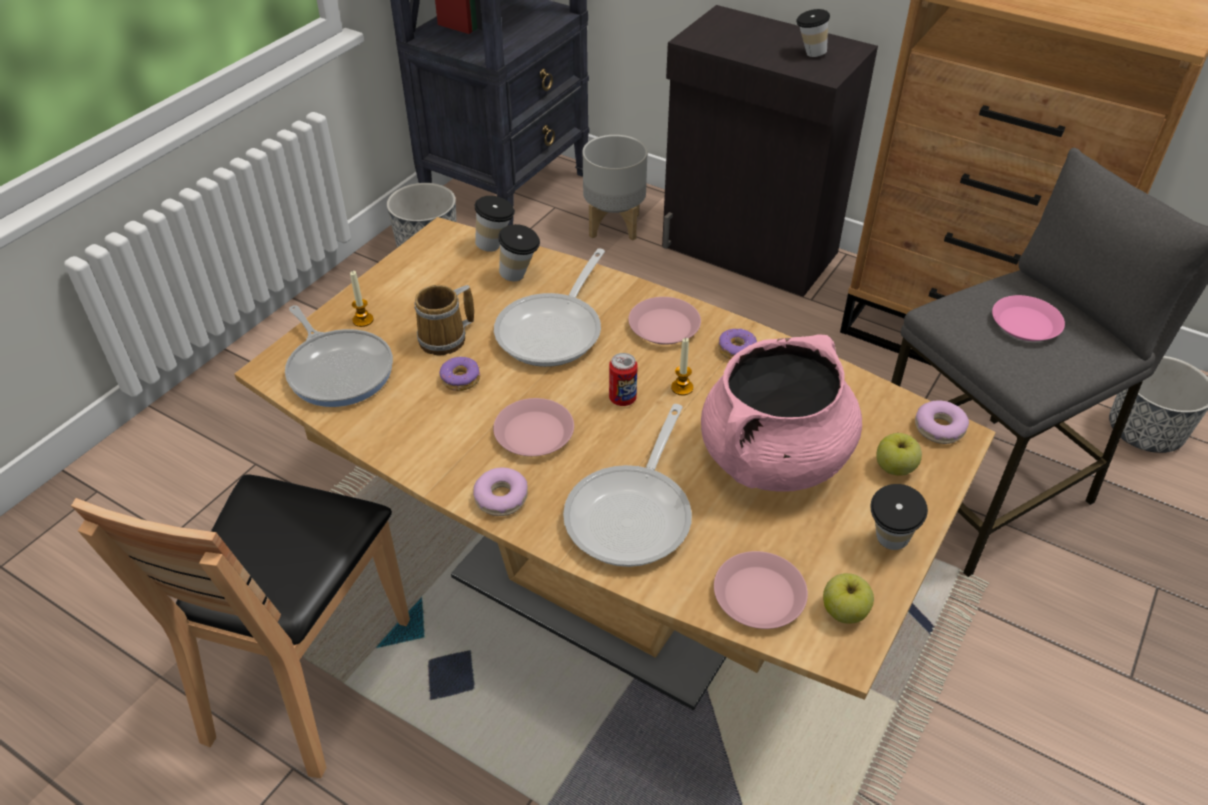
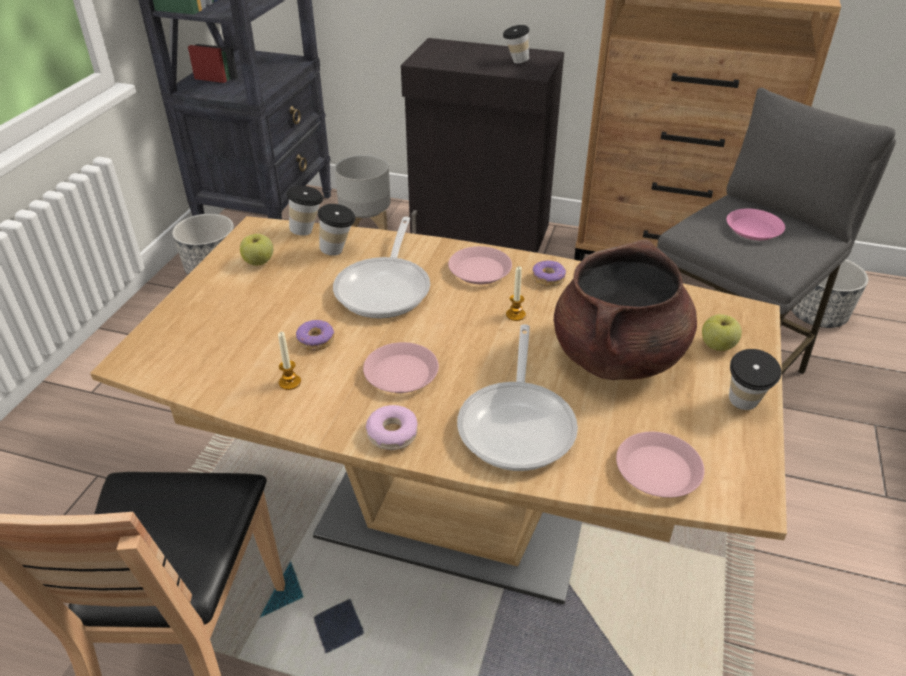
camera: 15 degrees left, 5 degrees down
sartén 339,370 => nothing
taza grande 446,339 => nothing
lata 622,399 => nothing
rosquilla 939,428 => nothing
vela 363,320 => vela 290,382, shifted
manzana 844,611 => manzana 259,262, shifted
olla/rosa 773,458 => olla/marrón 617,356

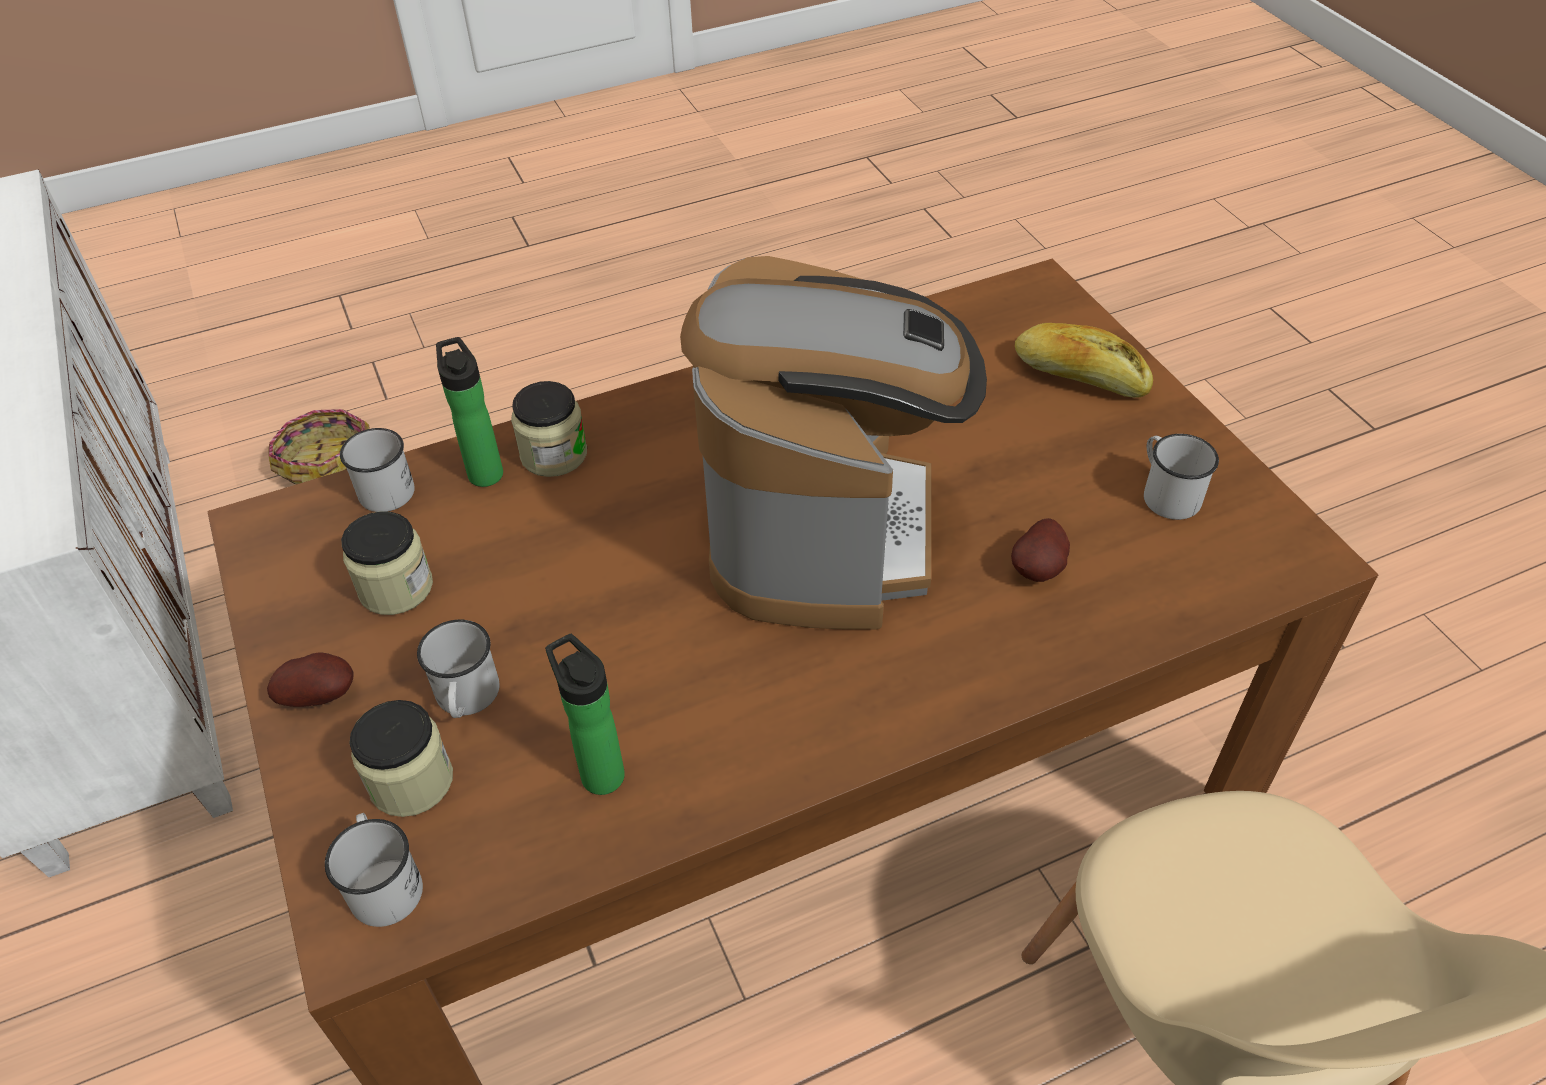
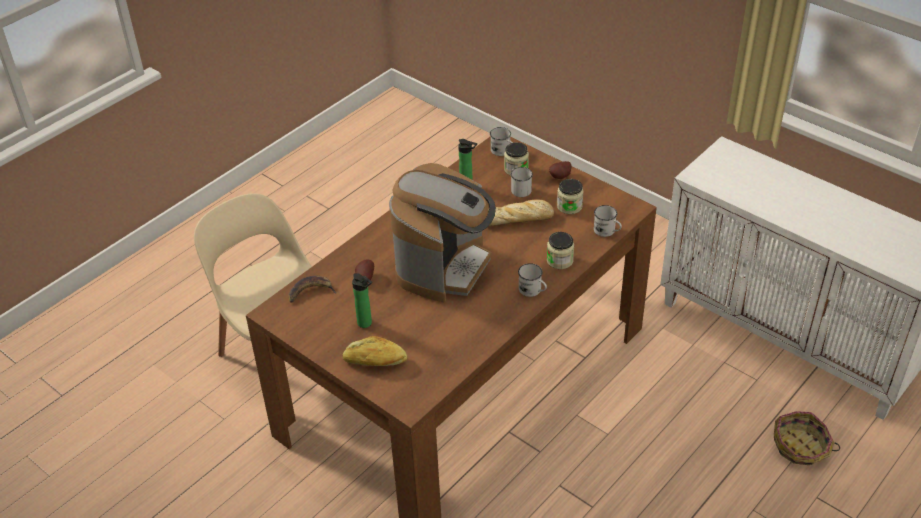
camera: 155 degrees right, 5 degrees down
nothing => plátano 311,292
nothing => pan 519,219
botella 484,471 => botella 366,324, shifted
taza grande/blanco 1166,493 => taza grande/blanco 533,291, shifted
cafetera 825,531 => cafetera 444,267, 135 degrees counterclockwise

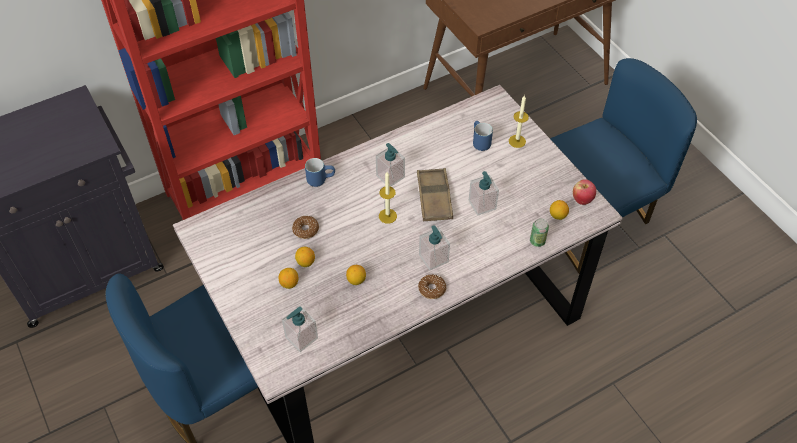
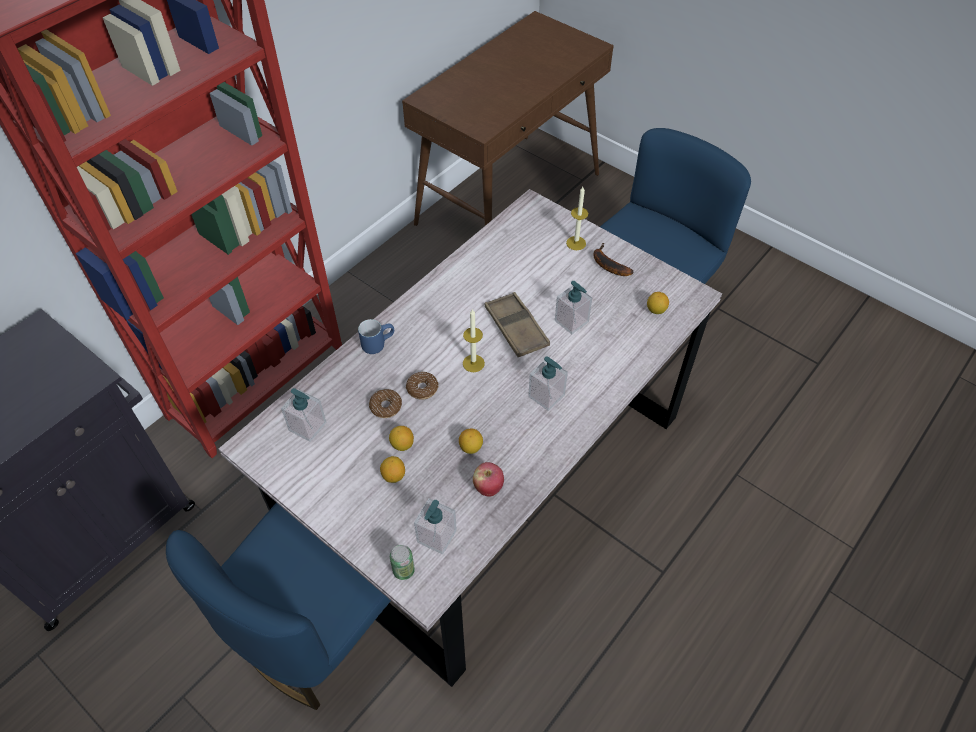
camera: 20 degrees left, 0 degrees up
taza grande/azul 478,142 => nothing
nothing => plátano 607,264
dispensador de jabón 390,176 => dispensador de jabón 308,426, shifted
rosquilla 432,289 => rosquilla 422,388, shifted
lata 537,241 => lata 403,570, shifted
manzana 582,199 => manzana 488,487, shifted

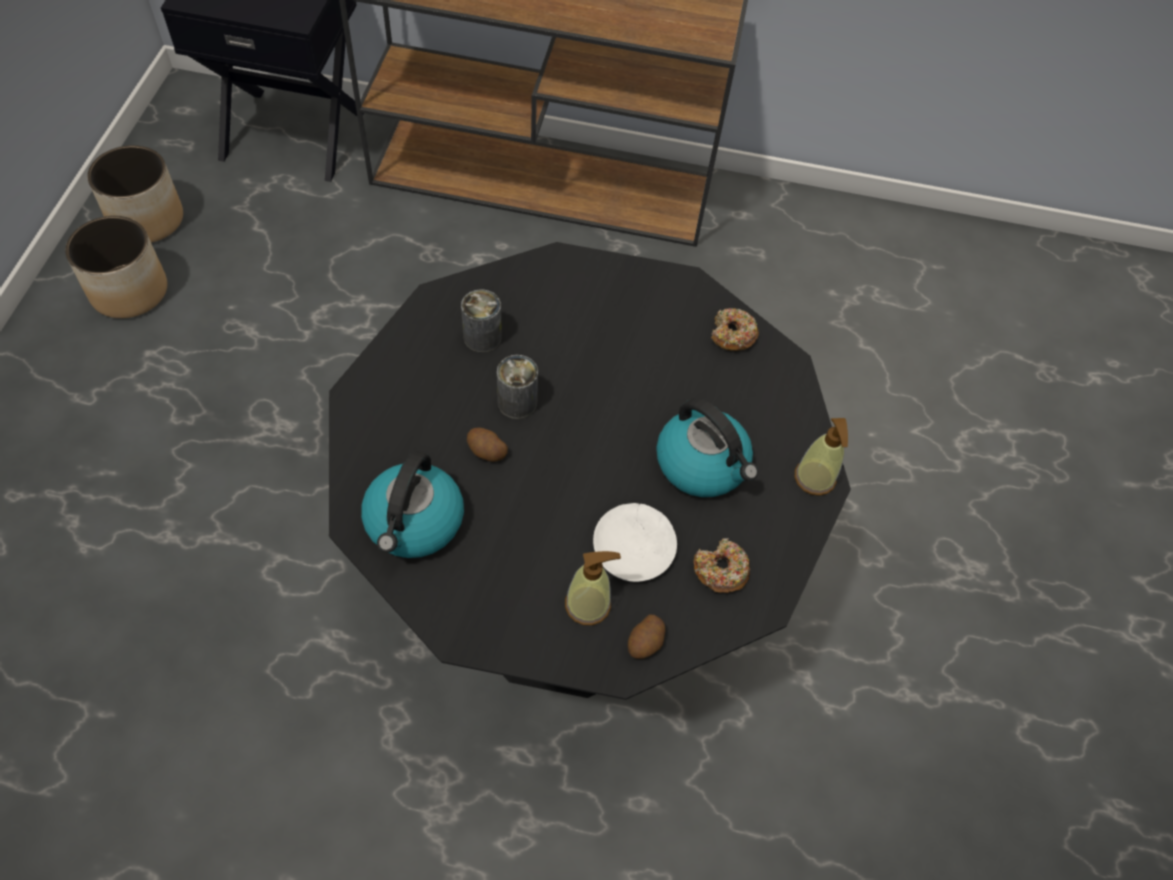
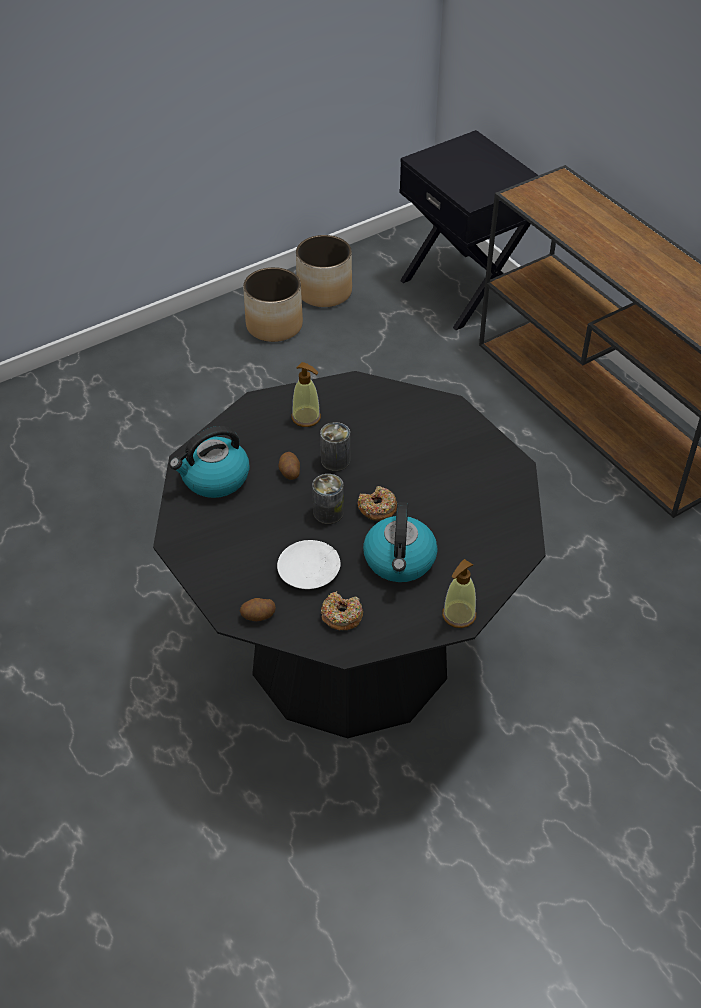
camera: 50 degrees right, 10 degrees down
lata 482,337 => lata 328,512, shifted
dispensador de jabón 588,604 => dispensador de jabón 306,417, shifted
rosquilla 732,335 => rosquilla 377,508, shifted

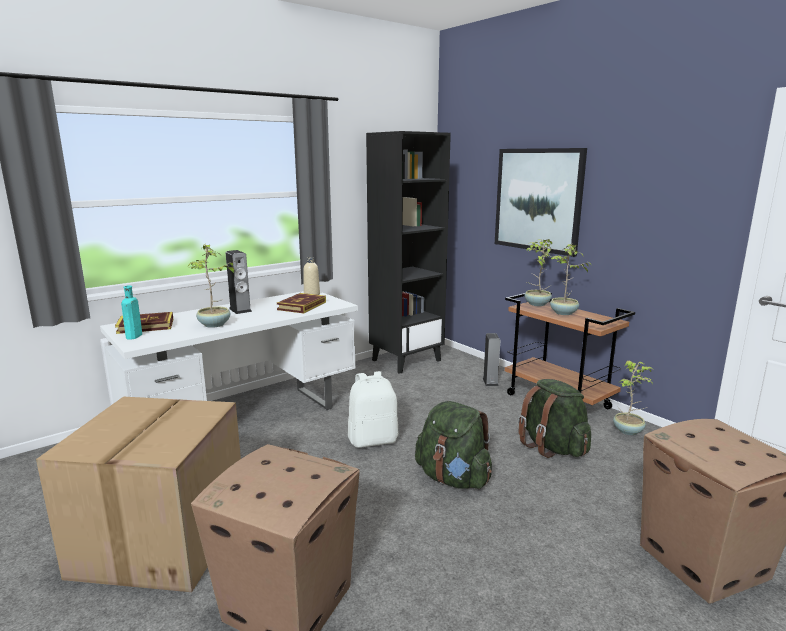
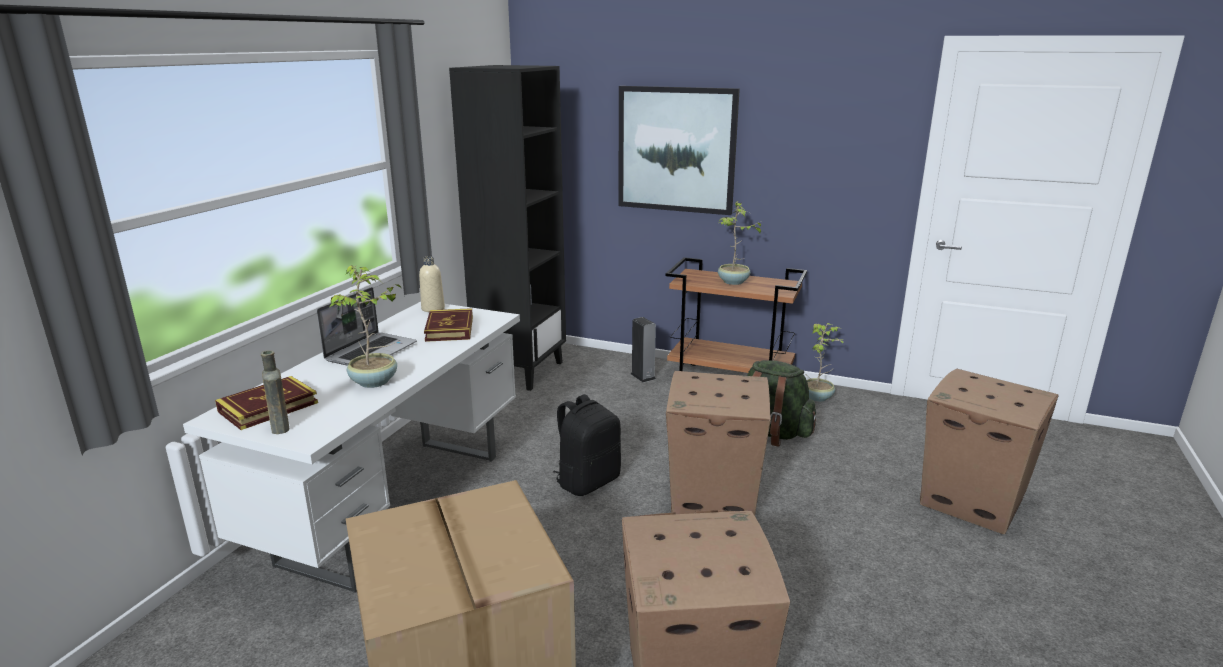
camera: 30 degrees left, 5 degrees up
planta en maceta 536,304 => nothing
altavoz 240,310 => portátil 371,351
mochila/verde 453,478 => caja de cartón 714,497
botella/turquesa 133,337 => botella/marrón 280,428
mochila/blanco 373,440 => mochila/negro 588,481

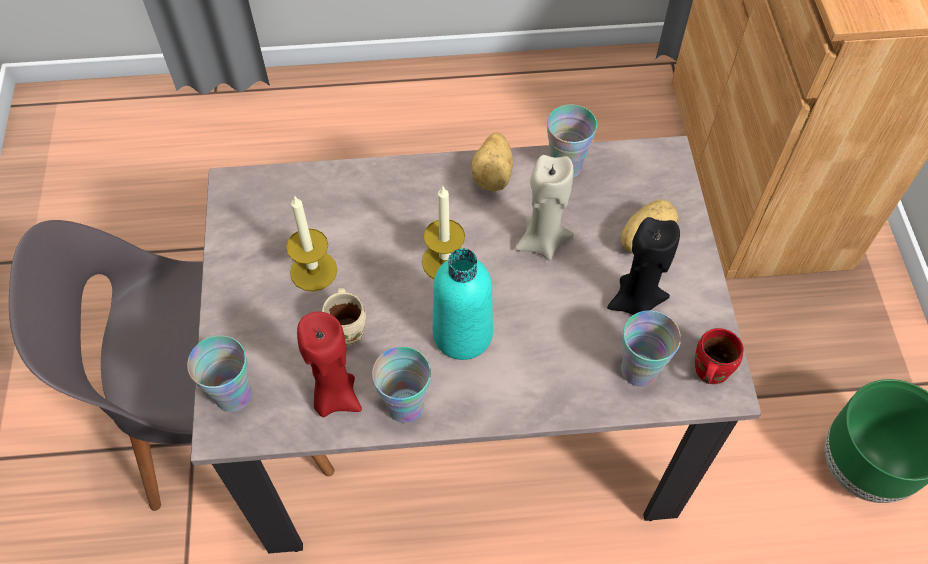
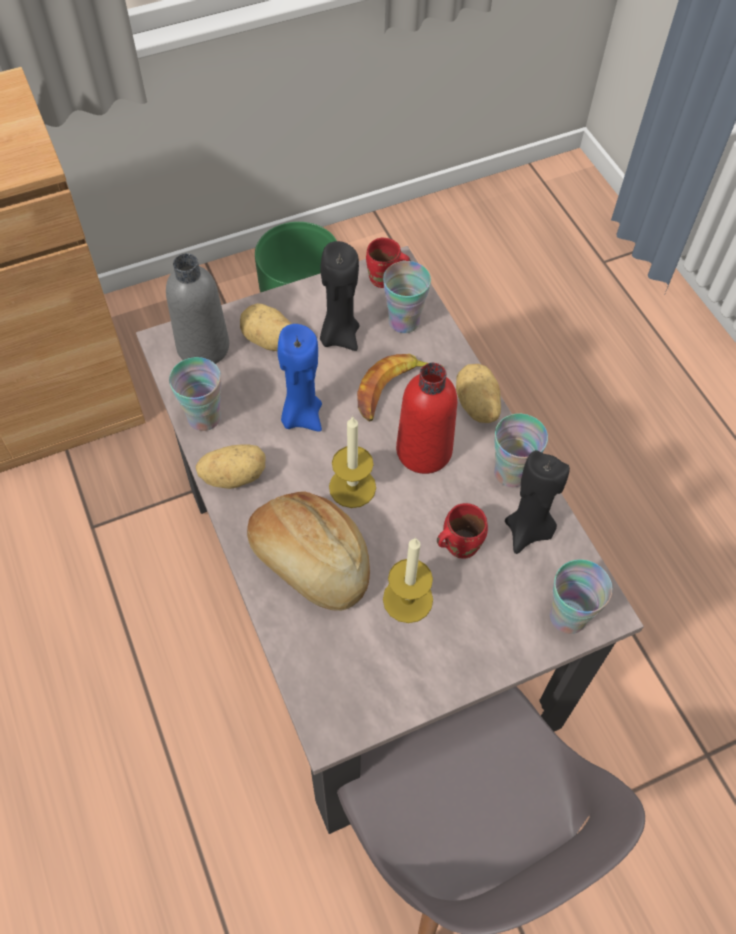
camera: 110 degrees left, 0 degrees up
nothing => botella/gris 203,347
nothing => pan 310,562
nothing => plátano 394,390
nothing => patata 476,406
vela/rojo 334,396 => vela/negro 528,531
taza grande/beis 349,329 => taza grande/rojo 458,543
botella/turquesa 462,334 => botella/rojo 424,451
vela/beis 542,242 => vela/azul 301,415

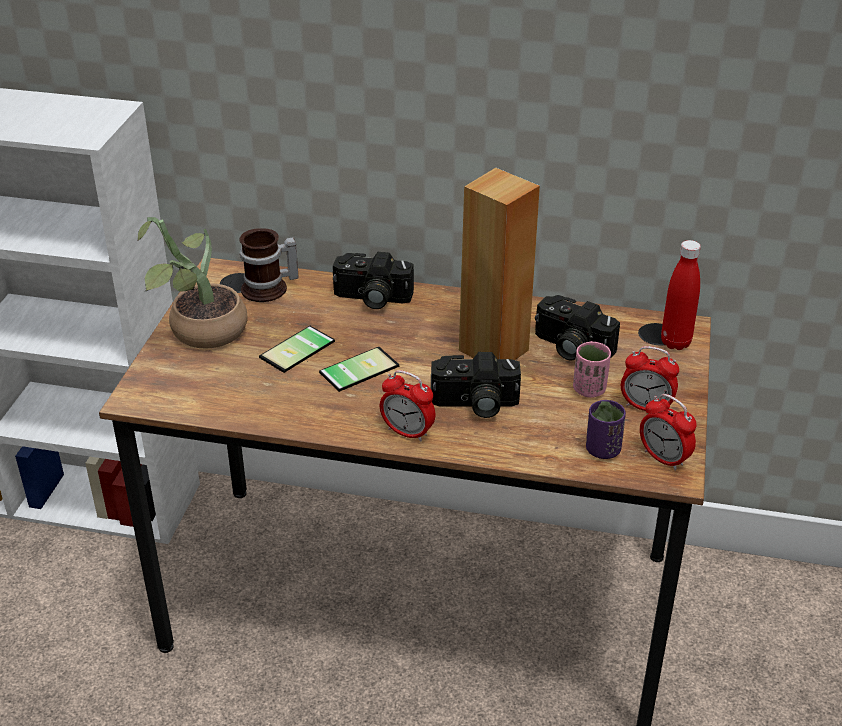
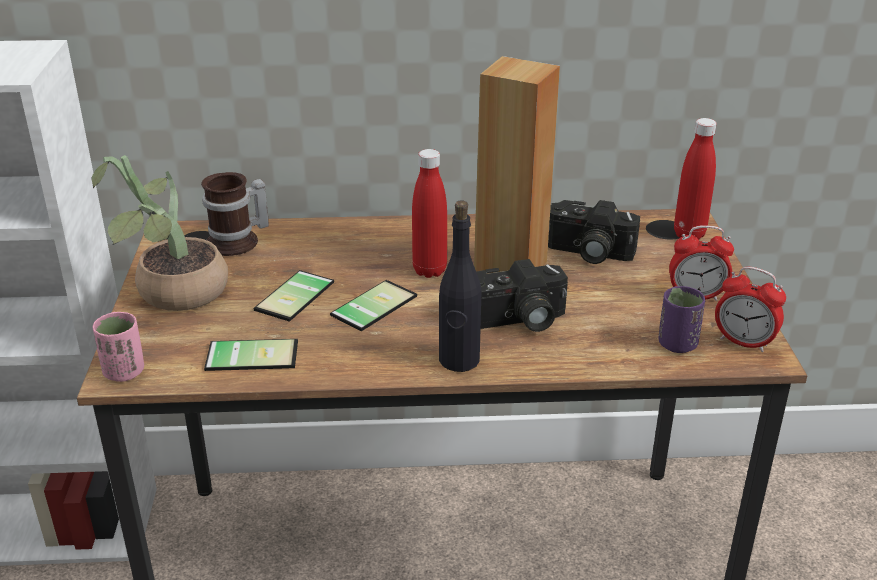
camera: 15 degrees left, 5 degrees down
cámara 371,298 => nothing
nothing => móvil 252,352
nothing => botella/rojo 429,270
taza/rosa 589,390 => taza/rosa 124,372, shifted
despertador 407,432 => botella/negro 459,360

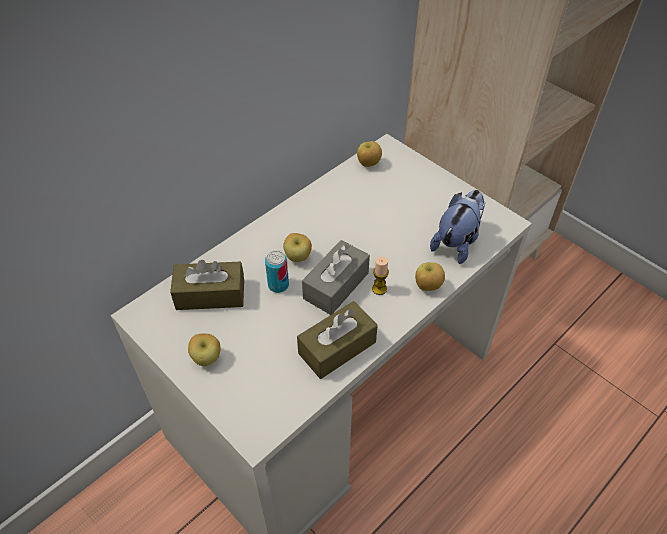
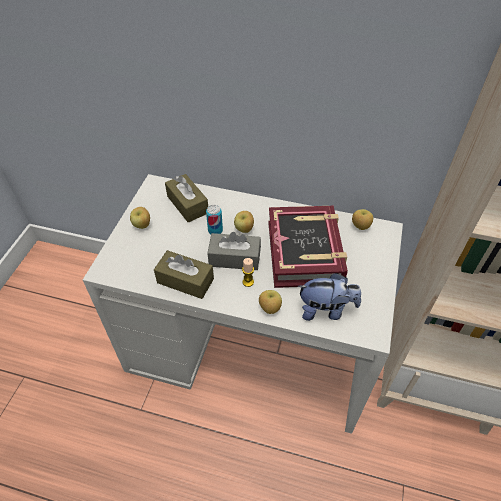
camera: 60 degrees right, 0 degrees up
nothing => libro 305,252

